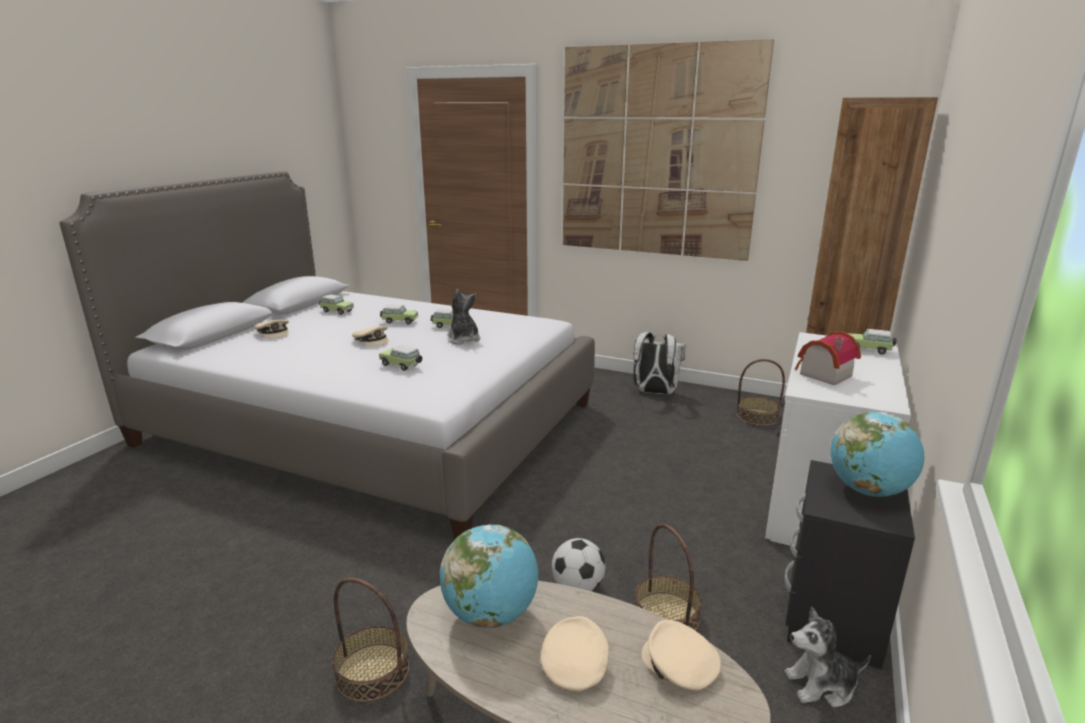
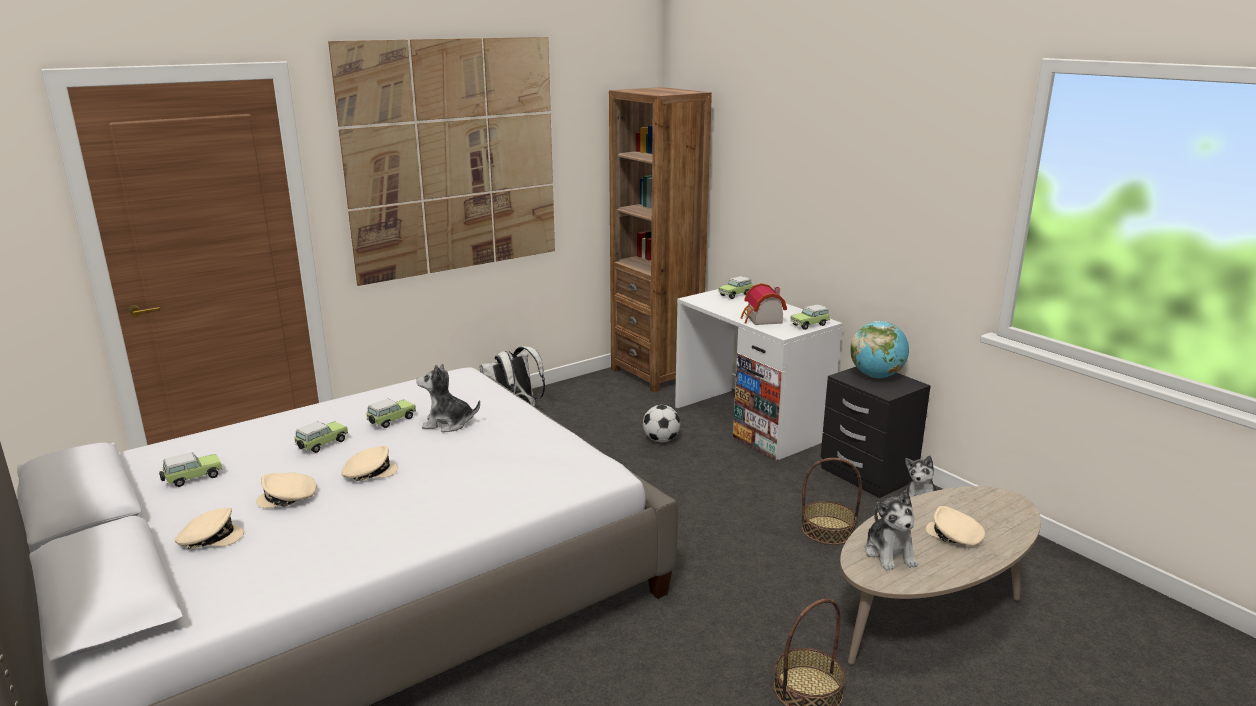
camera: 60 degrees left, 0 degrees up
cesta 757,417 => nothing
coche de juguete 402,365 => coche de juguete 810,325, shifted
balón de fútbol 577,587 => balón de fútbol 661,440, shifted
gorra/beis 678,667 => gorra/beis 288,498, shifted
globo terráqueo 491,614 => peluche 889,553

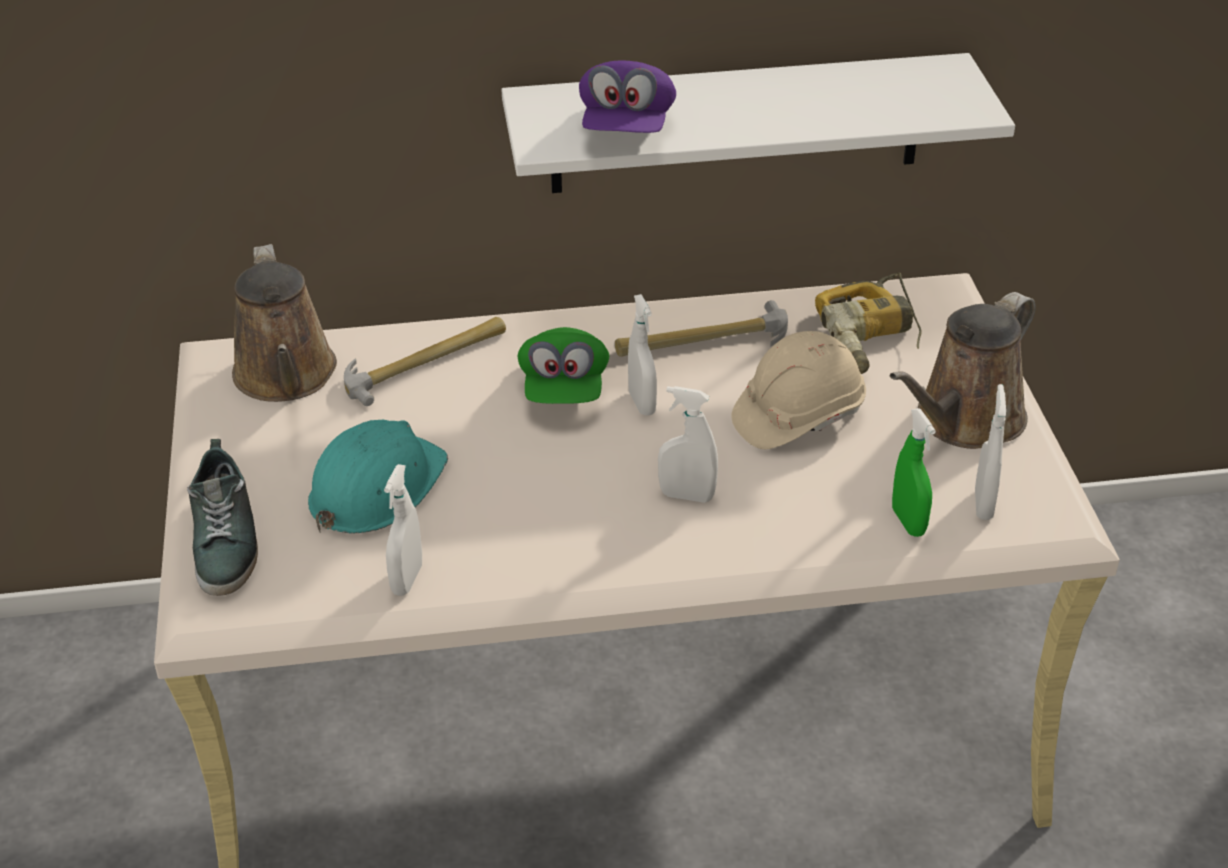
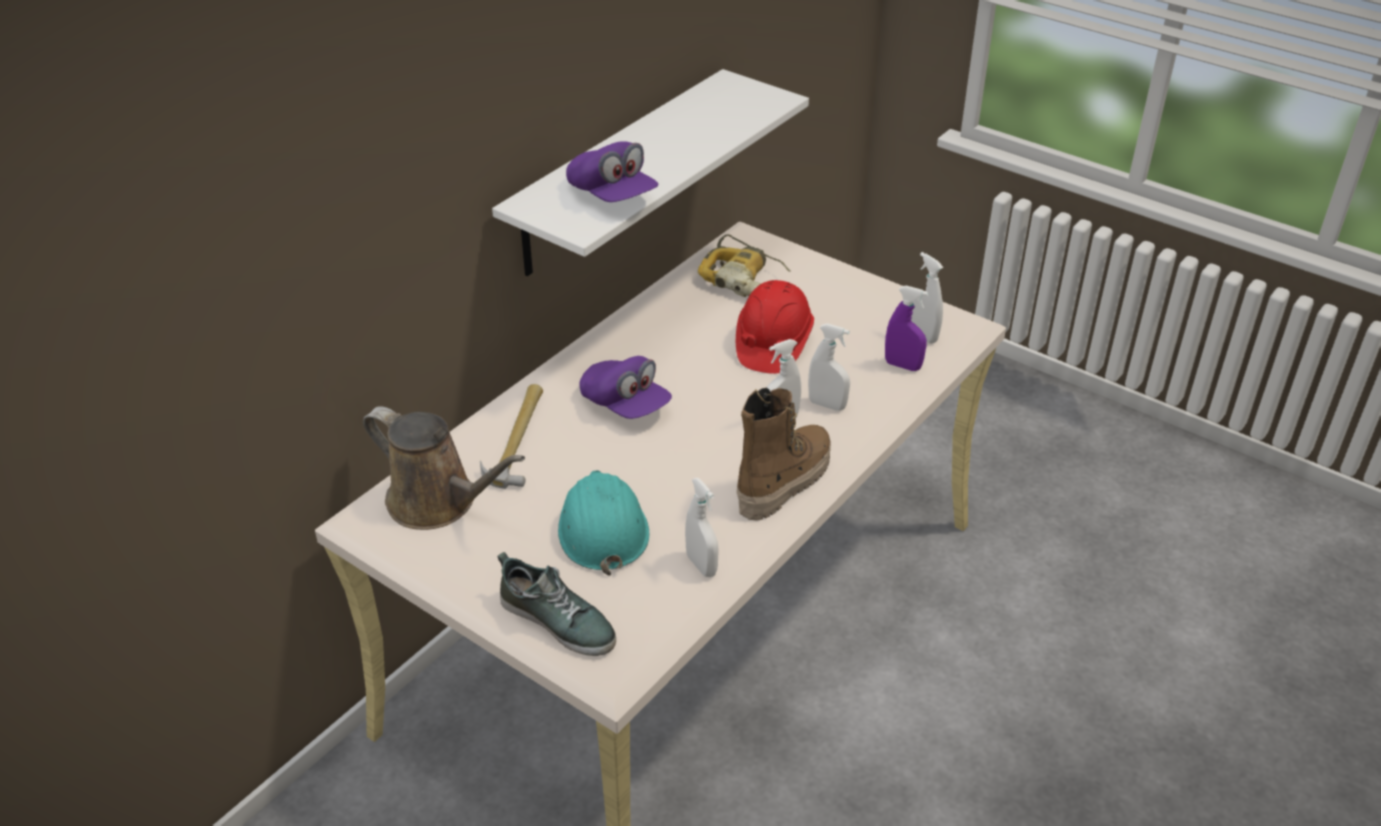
camera: 45 degrees left, 0 degrees up
martillo 702,340 => nothing
regadera/marrón 964,421 => nothing
nothing => bota 783,482
pulverizador/blanco 642,403 => pulverizador/blanco 827,405, shifted
gorra/verde 564,389 => gorra/morado 625,405
casco/beis 797,416 => casco/rojo 772,344
pulverizador/verde 908,522 => pulverizador/morado 902,365

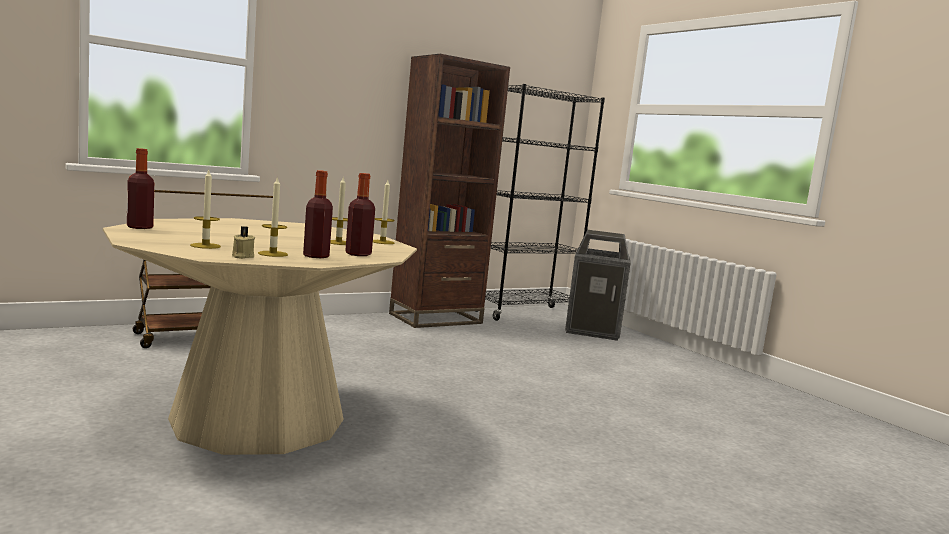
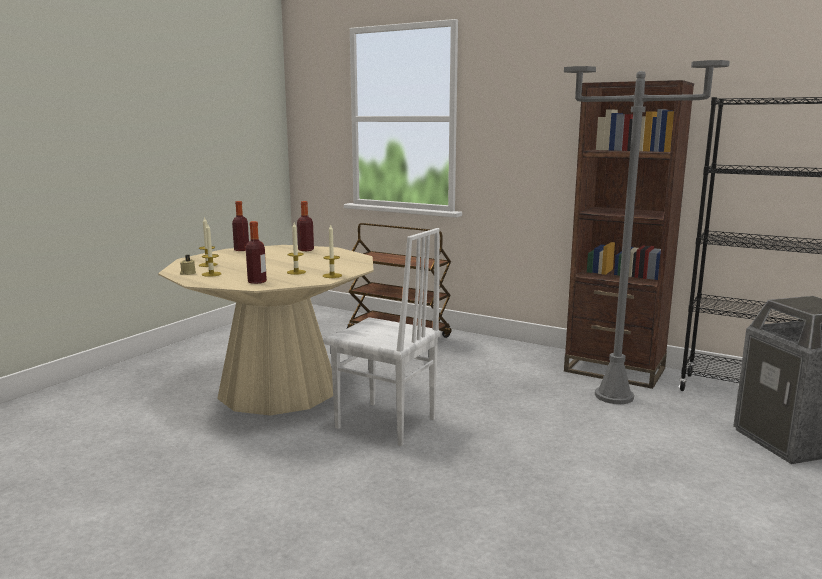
camera: 65 degrees right, 5 degrees up
nothing => silla/blanco 385,424
nothing => lámpara de pie/gris 613,396
botella 316,256 => botella 306,250, shifted

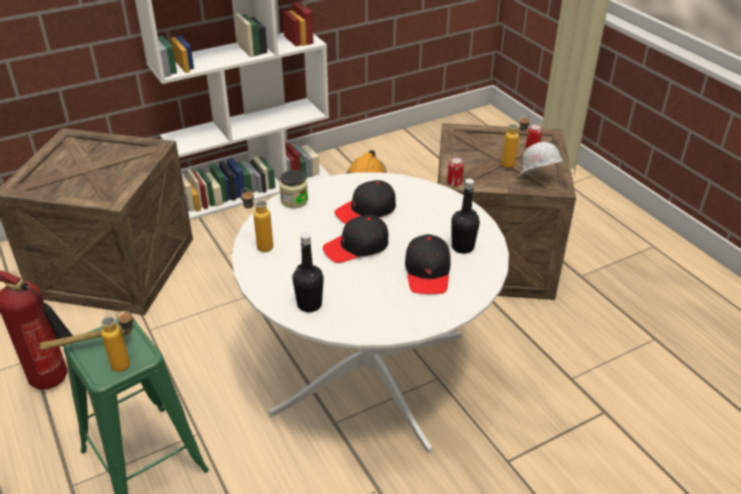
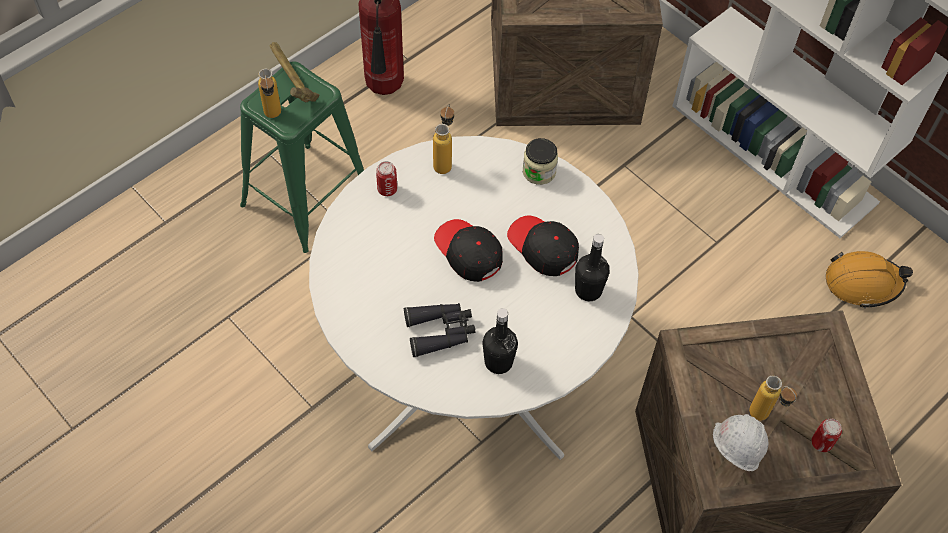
camera: 75 degrees right, 20 degrees up
botella/negro 309,304 => botella/negro 588,290, shifted
lata 454,183 => lata 387,189, shifted
gorra/negro 428,272 => prismáticos/negro 440,331

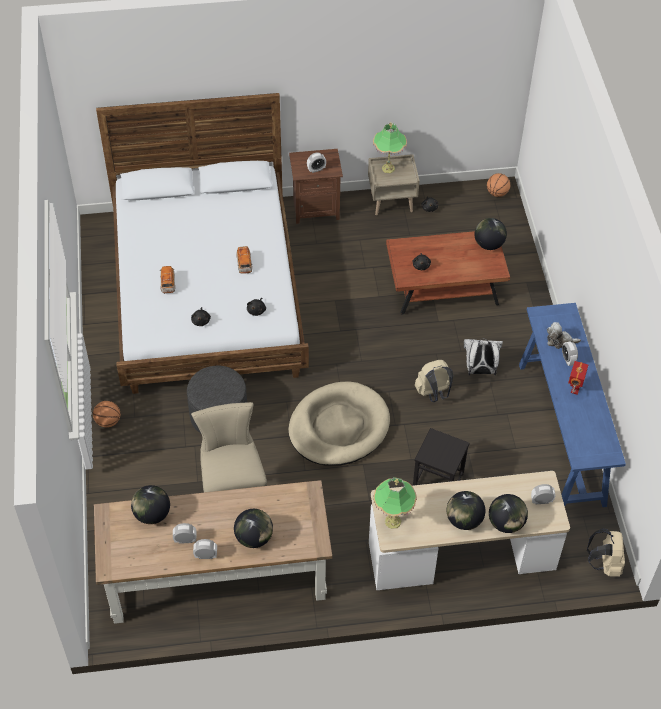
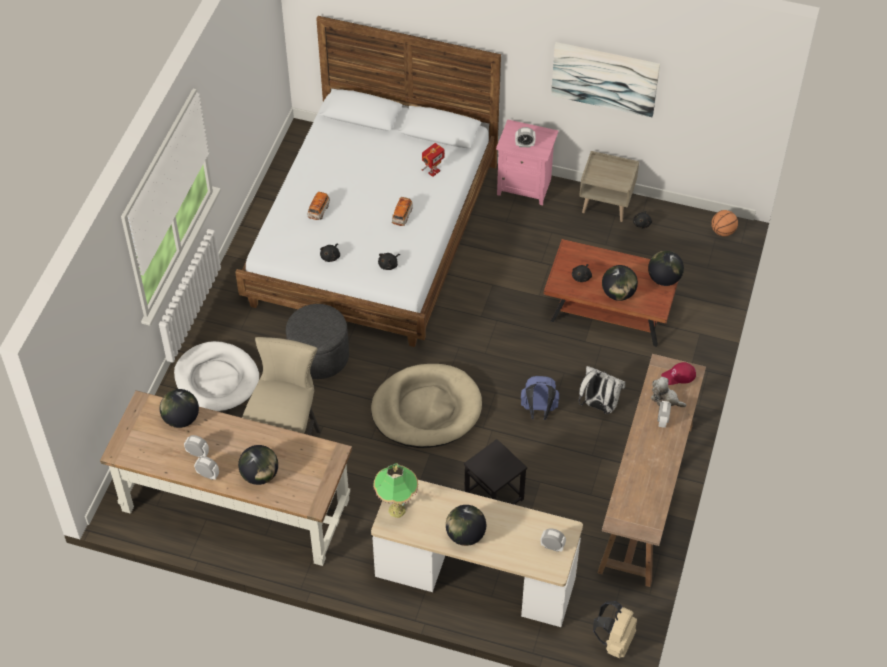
camera: 25 degrees right, 0 degrees up
balón de baloncesto 108,421 => nothing
lámpara de mesa 388,168 => nothing
nothing => cama para perro/blanco 217,379
nothing => cuadro 605,78
nothing => gorra/rojo 678,376
globo terráqueo 506,523 => globo terráqueo 618,294, shifted
robot de juguete 574,389 => robot de juguete 433,172, shifted
mesita de noche/marrón 315,208 => mesita de noche/rosa 525,186
mochila/beis 433,393 => mochila/azul 538,411
mesa consola/azul 561,433 => mesa consola/marrón 646,498

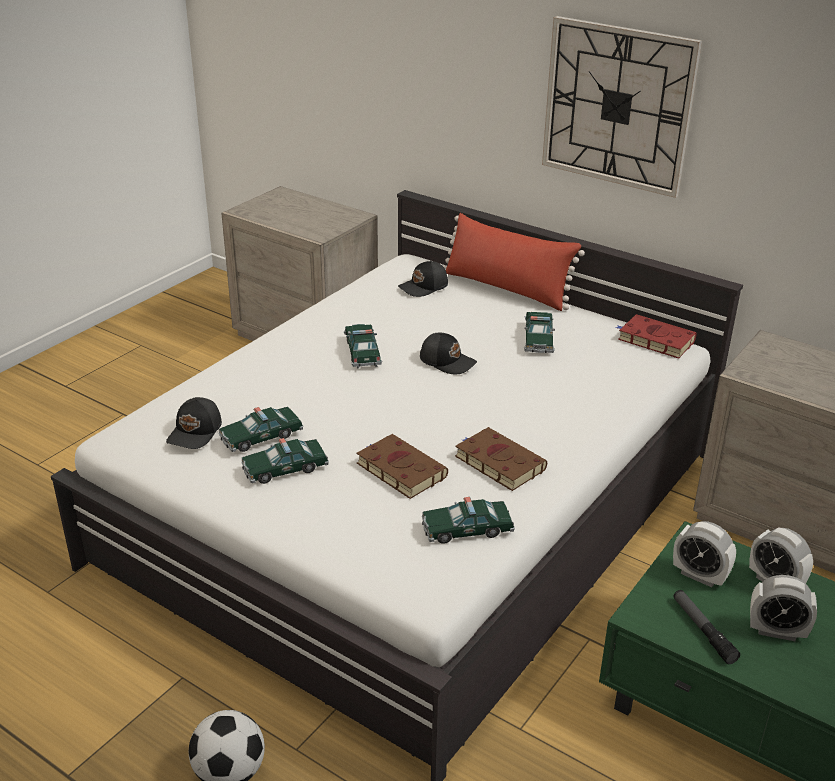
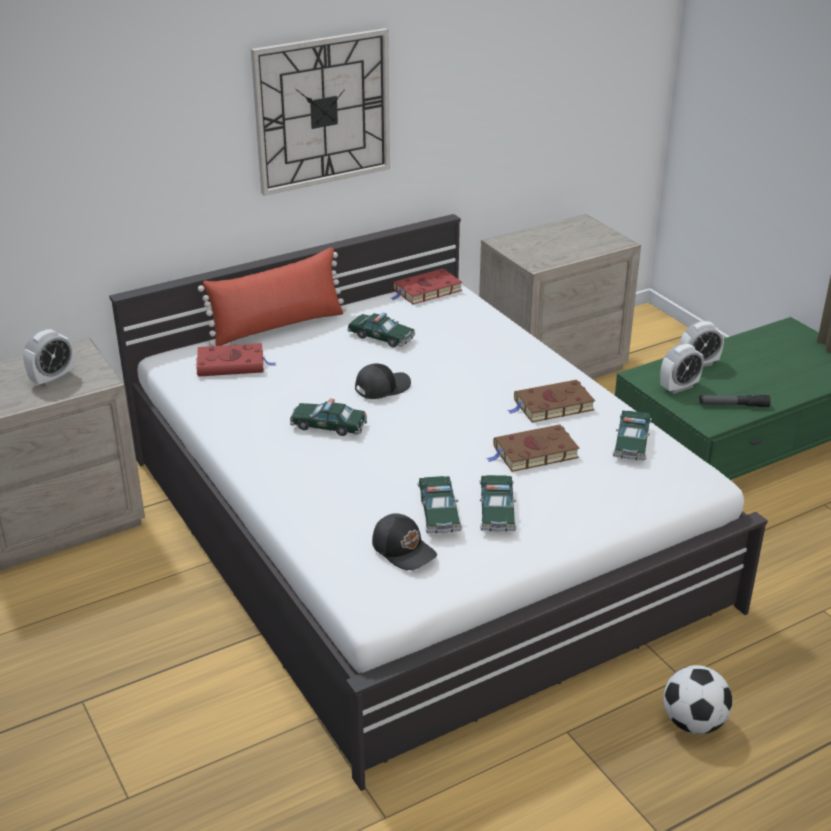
camera: 65 degrees left, 0 degrees up
despertador 776,631 => despertador 53,379, shifted
gorra/negro 424,287 => libro/rojo 233,364

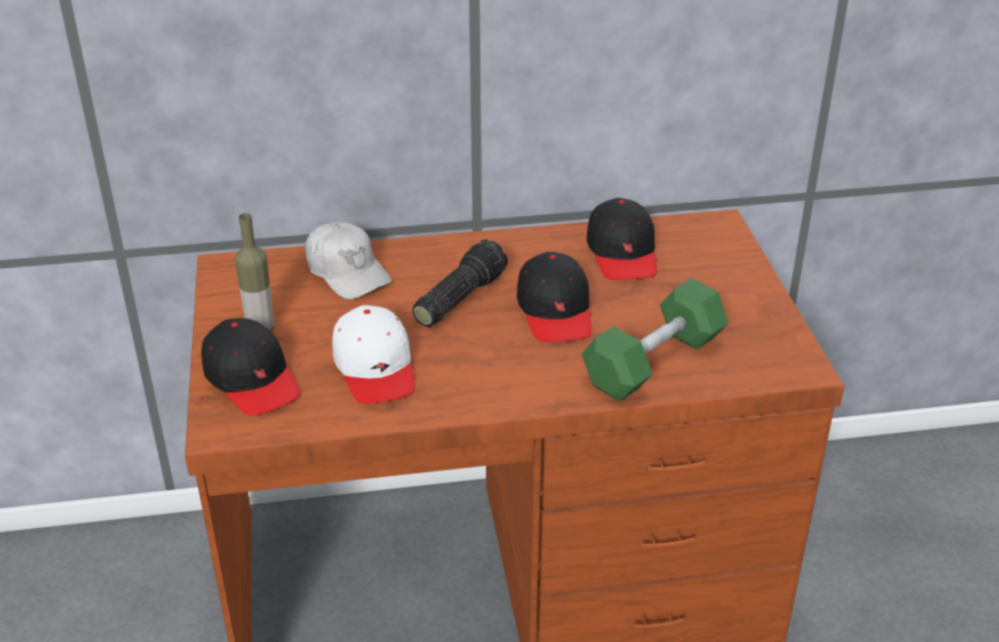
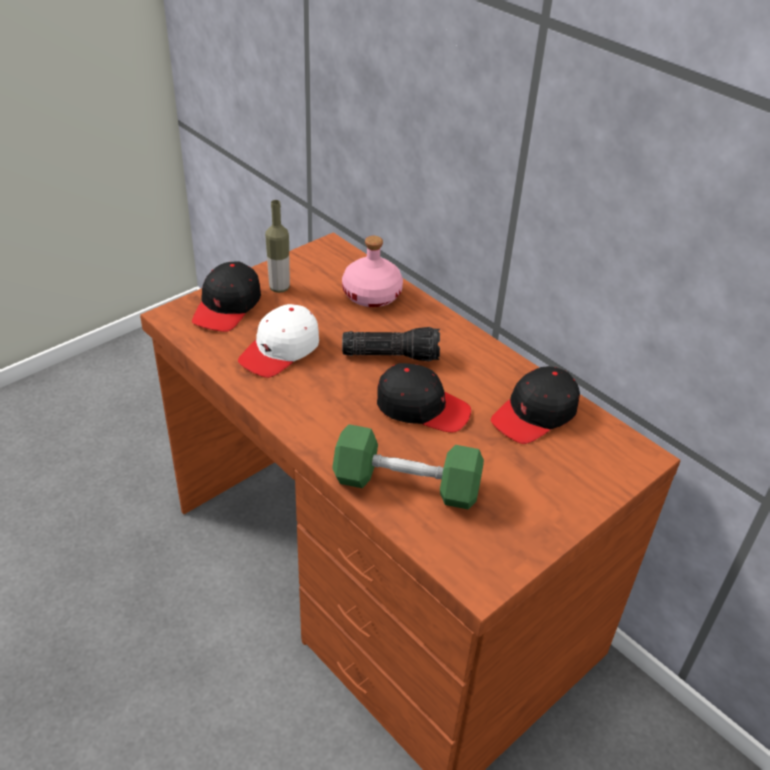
camera: 55 degrees right, 5 degrees up
gorra/blanco 347,272 => botella/rosa 372,295
gorra/negro 555,311 => gorra/negro 422,407, 120 degrees counterclockwise

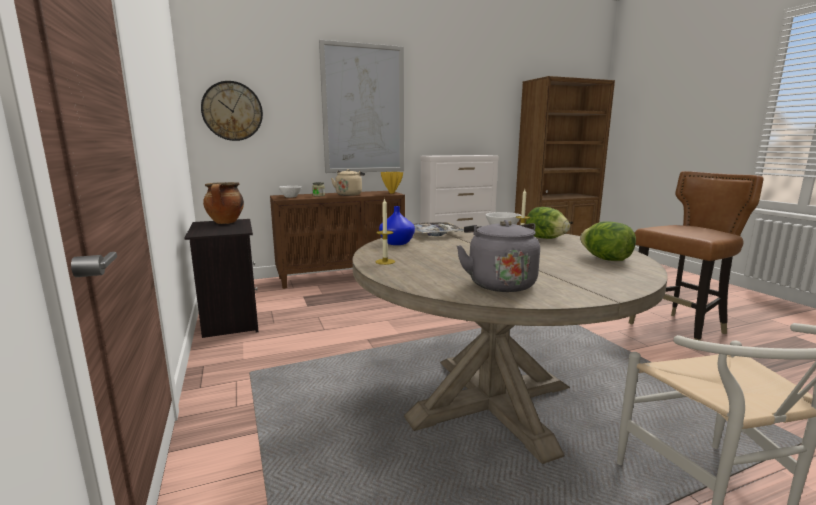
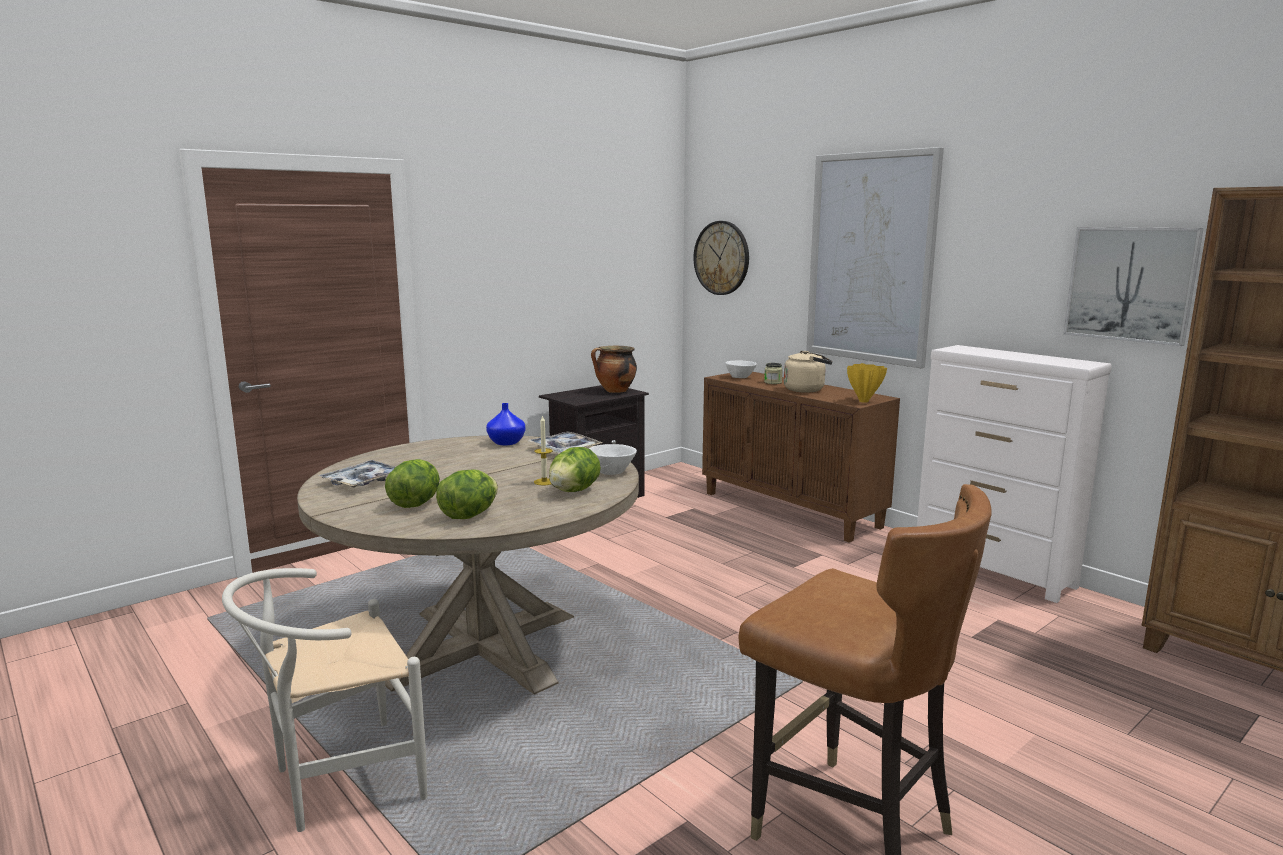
camera: 70 degrees right, 0 degrees up
vela 385,261 => nothing
nothing => lechuga 415,504
nothing => cuadro 1130,284
hervidor/gris 499,283 => bandeja 363,481

